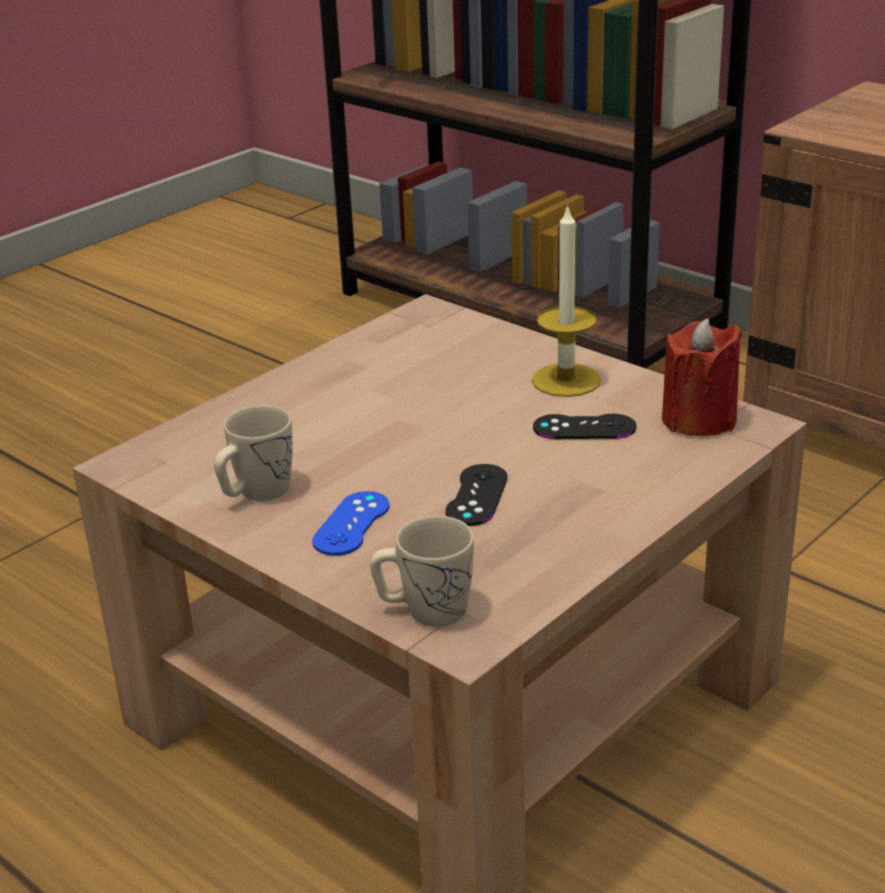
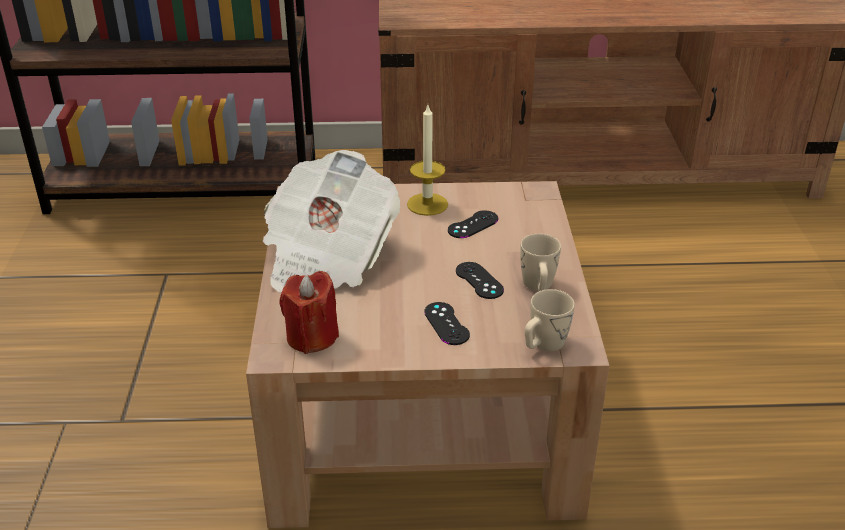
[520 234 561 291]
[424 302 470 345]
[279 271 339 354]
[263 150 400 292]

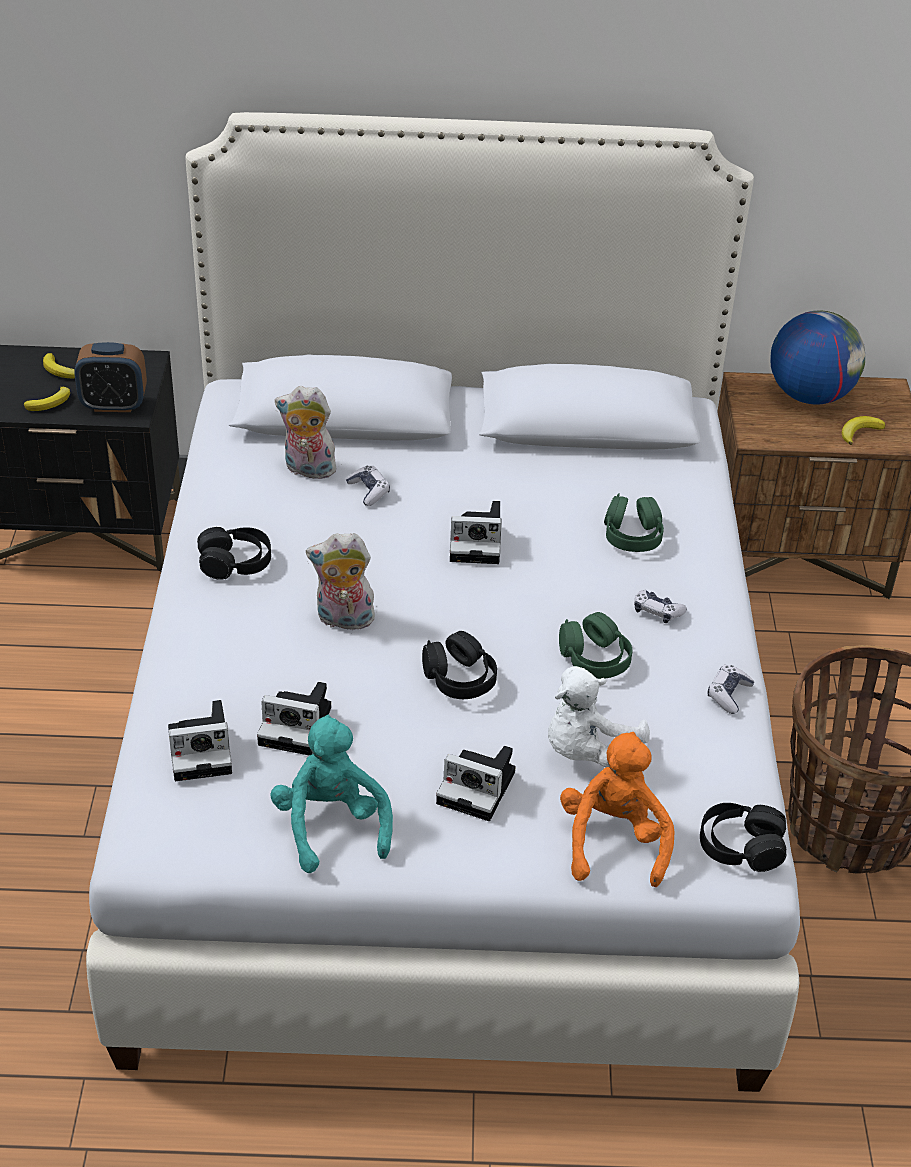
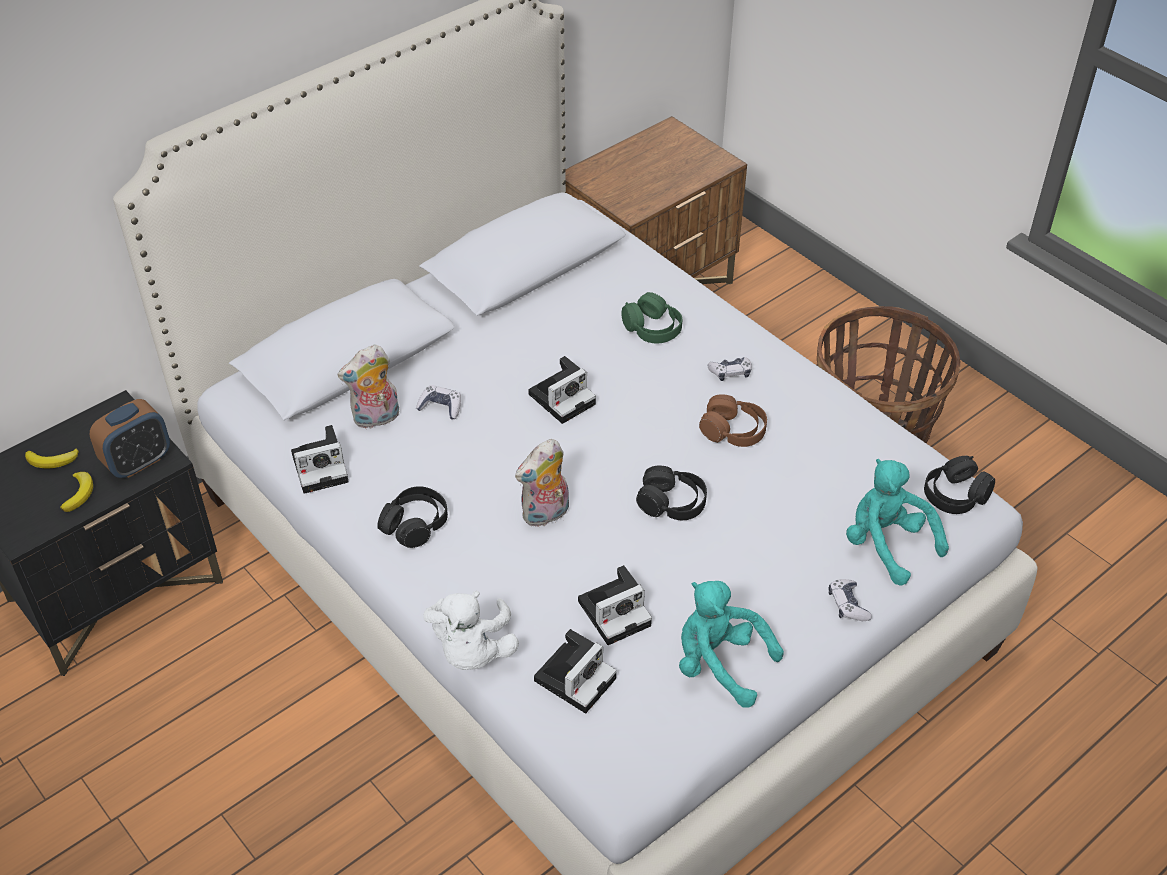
[291 425 349 494]
[424 591 519 670]
[699 394 767 447]
[846 459 949 586]
[828 579 872 621]
[771 310 865 405] (first image)
[842 416 885 445] (first image)

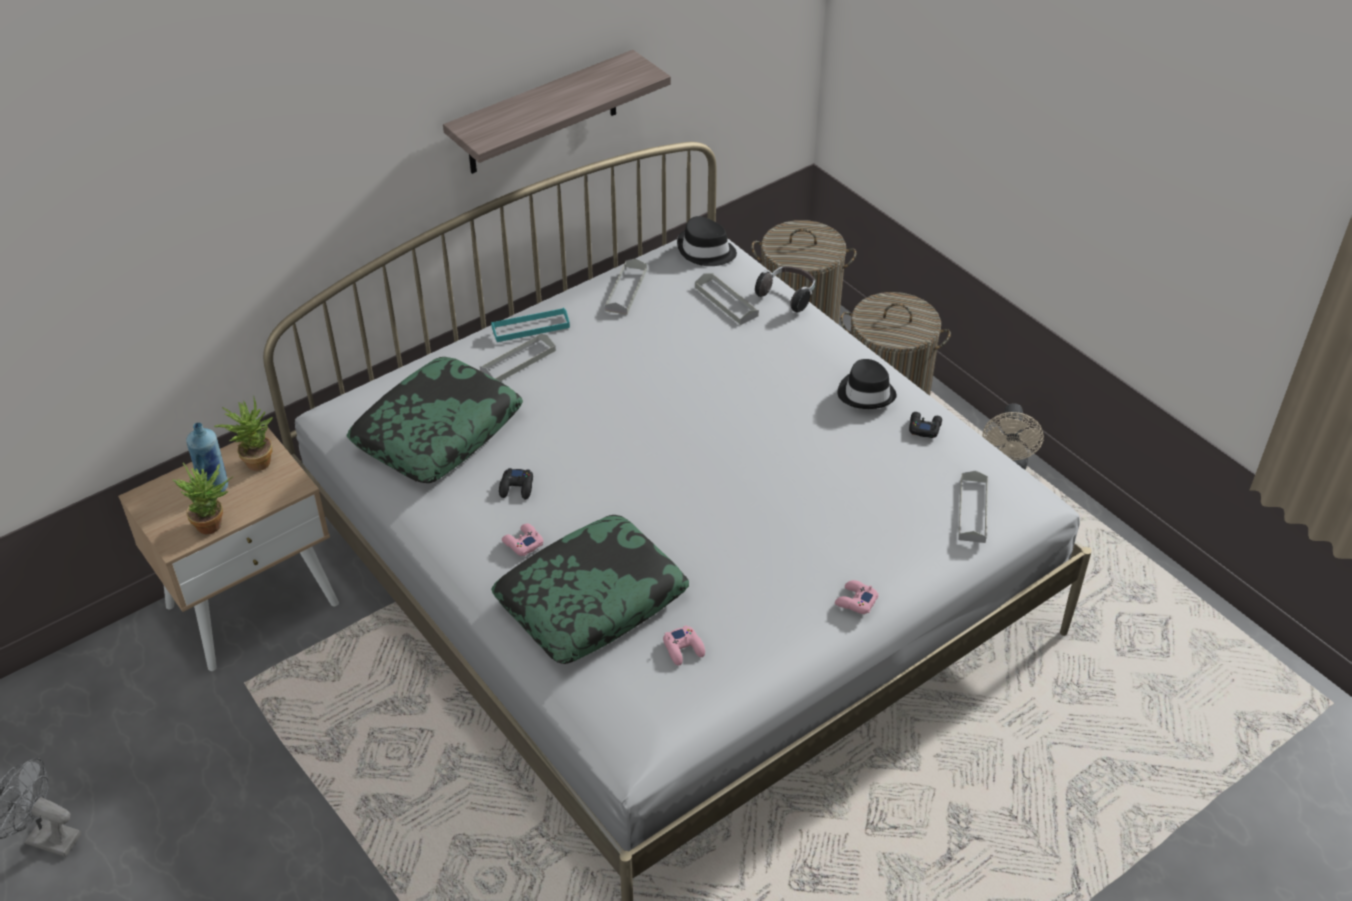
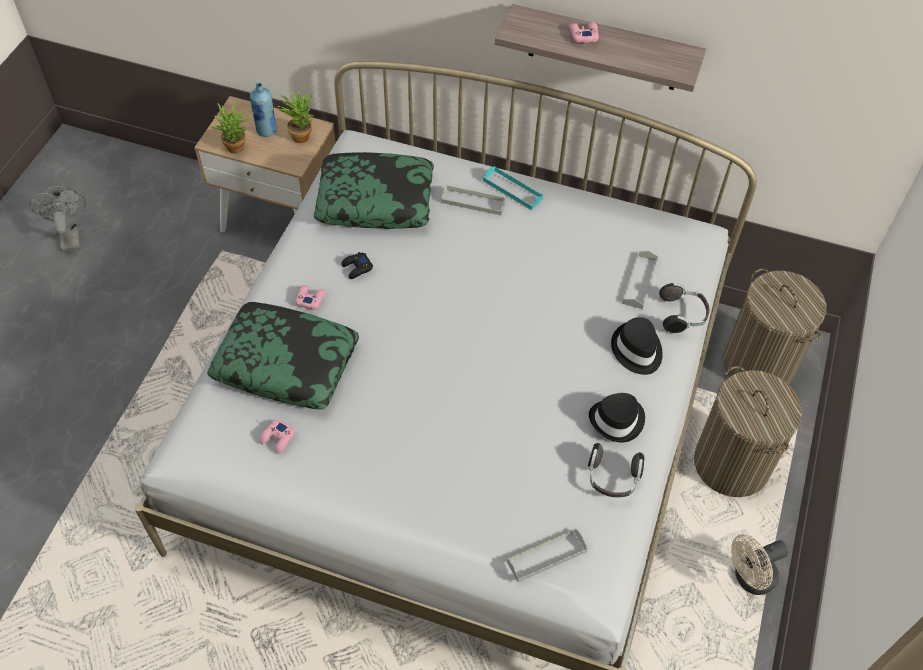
[605 258 647 315] (first image)
[611 317 663 375]
[570 22 599 43]
[588 443 644 497]

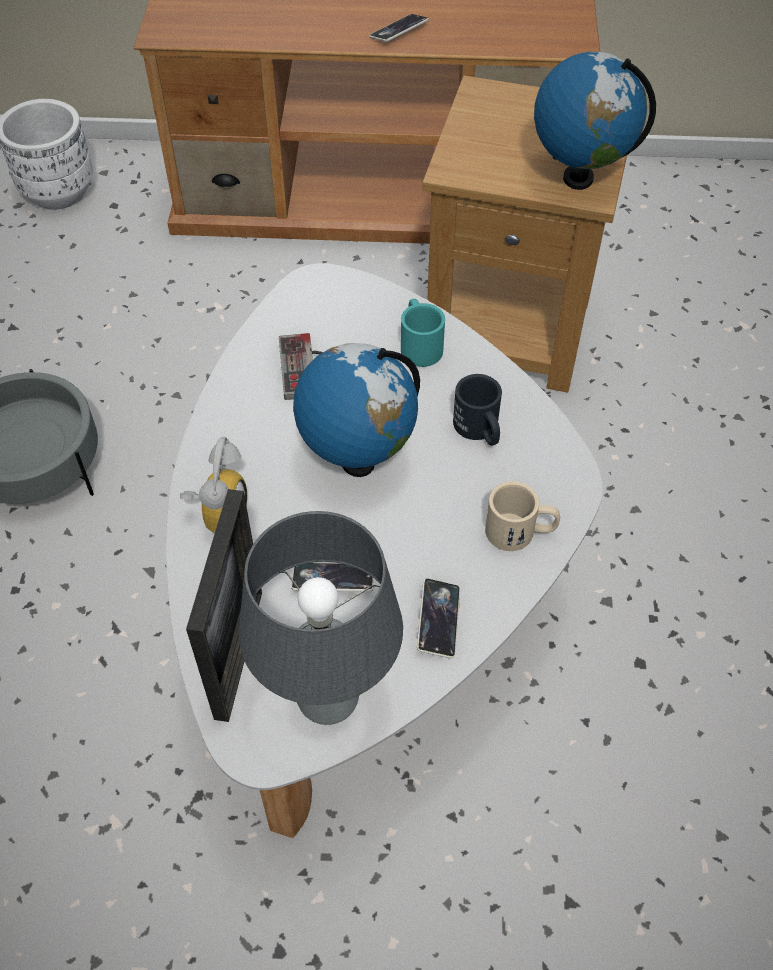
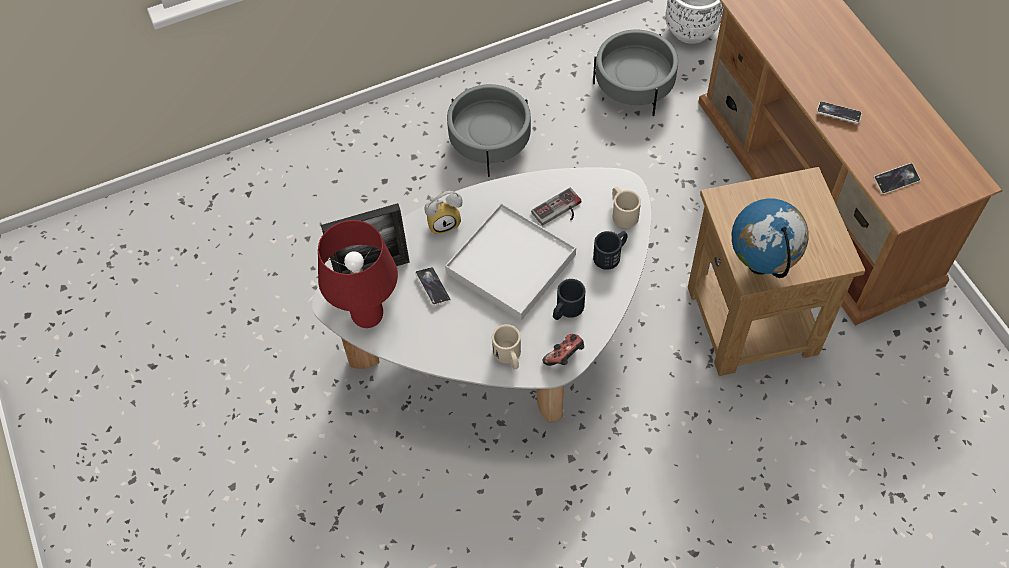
[318 220 398 328]
[445 203 576 321]
[593 231 627 270]
[874 163 920 194]
[542 334 584 366]
[593 30 678 116]
[612 187 641 228]

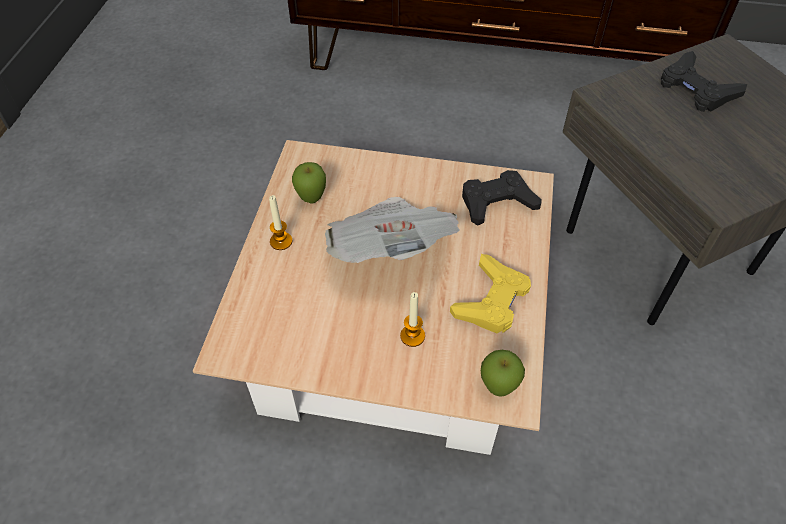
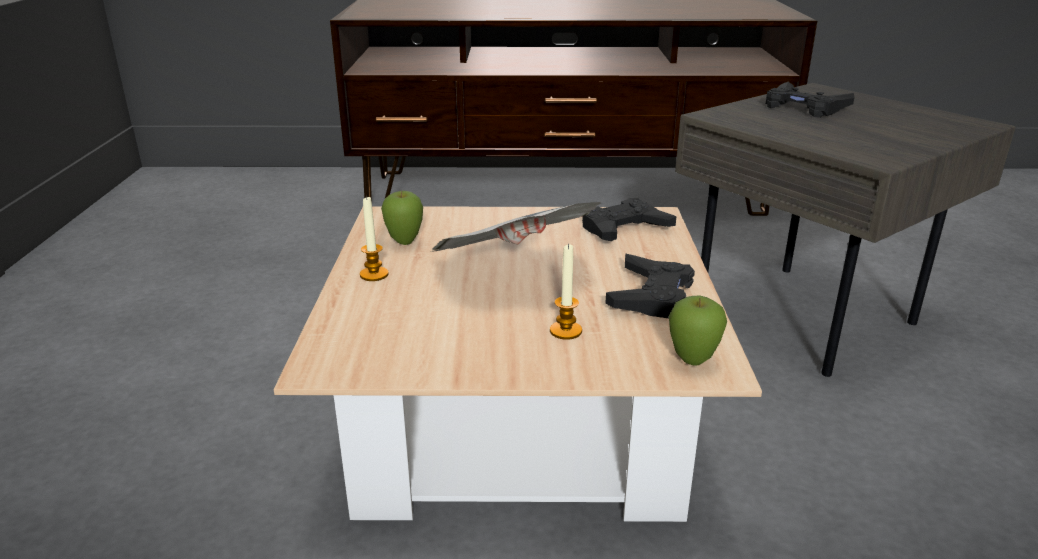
[605 253 695 318]

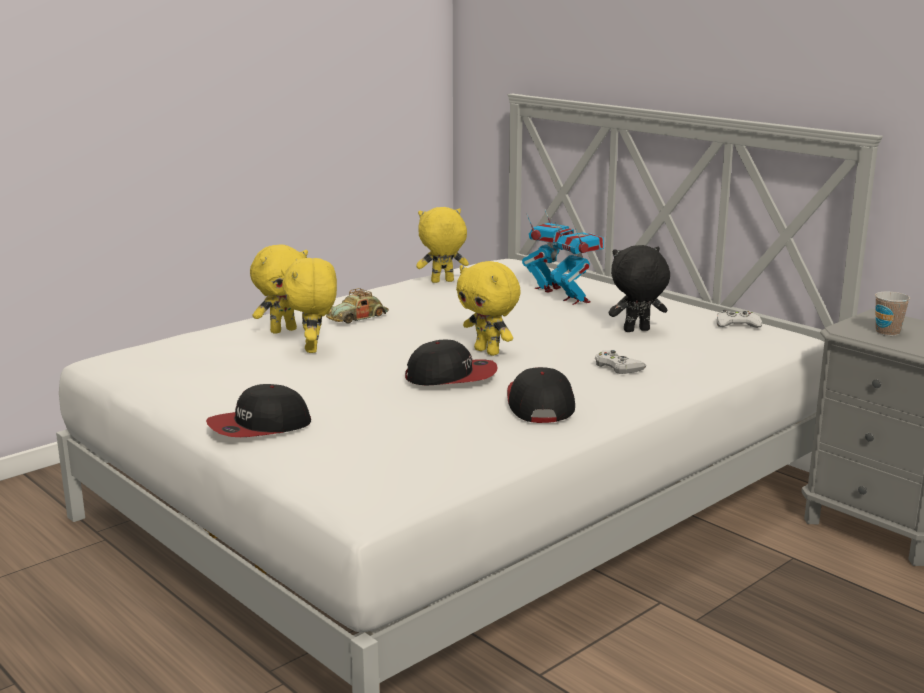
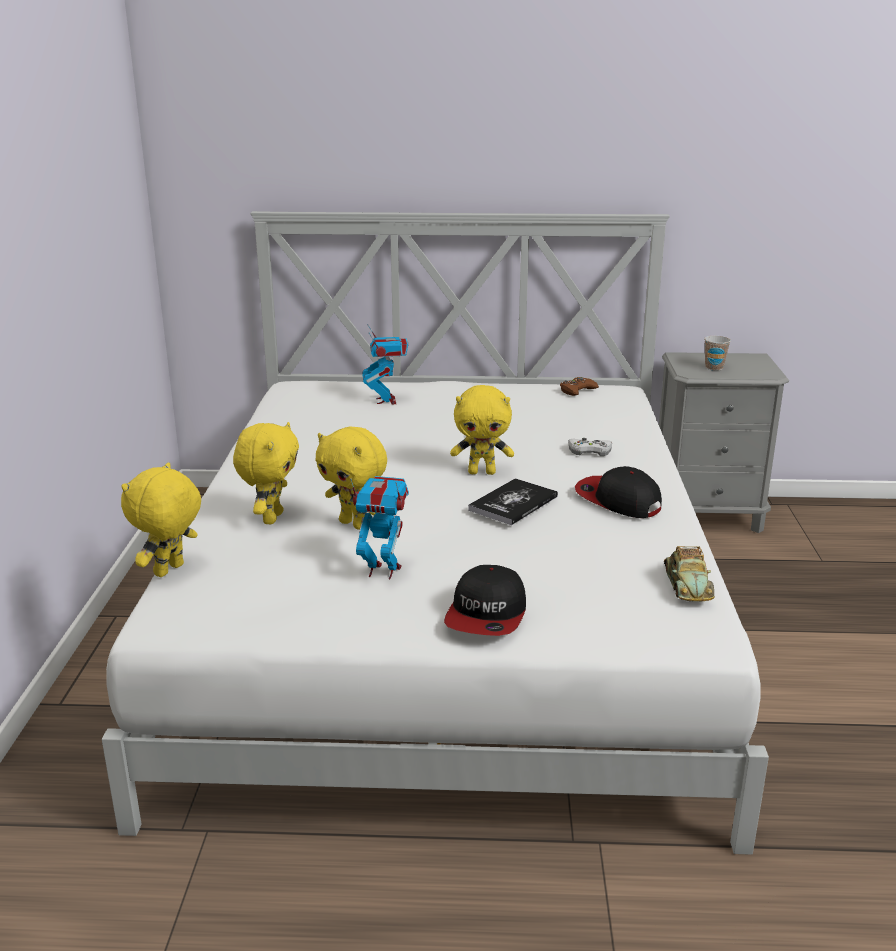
[664 546 715 601]
[468 478 558 525]
[121 462 201 577]
[350 476 409 579]
[609 245 670 332] (first image)
[560 377 599 396]

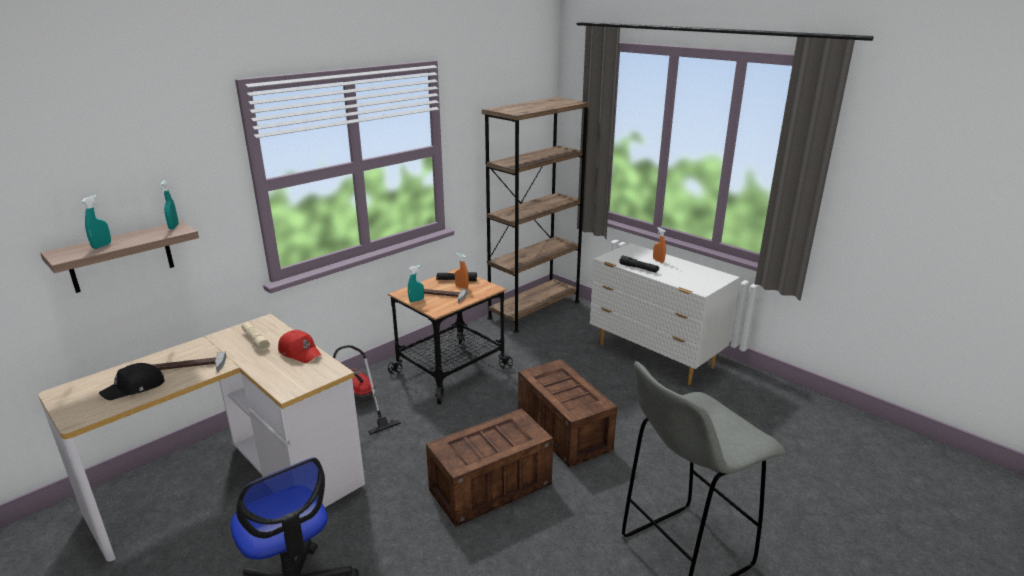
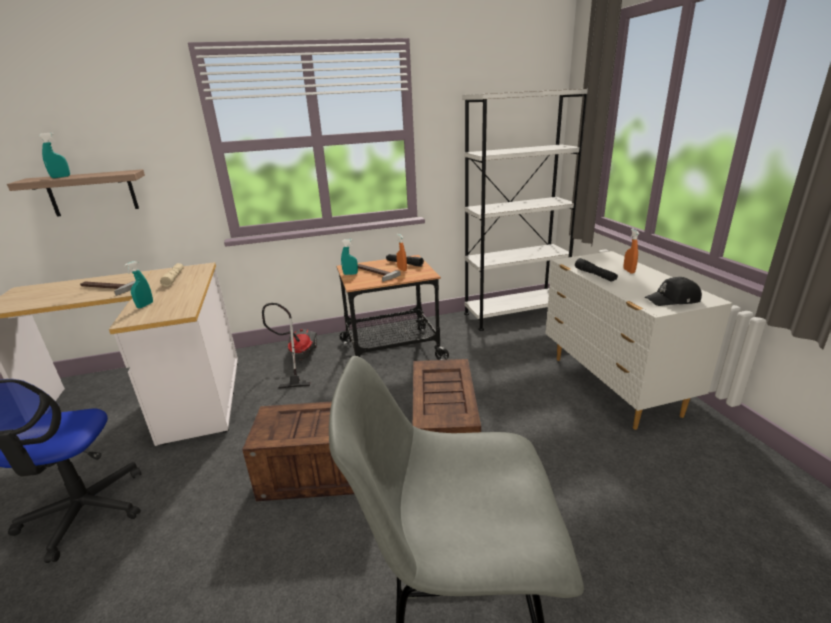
[645 277 702 306]
[124 261 153 308]
[278 330 321 363] (first image)
[462 89 588 331]

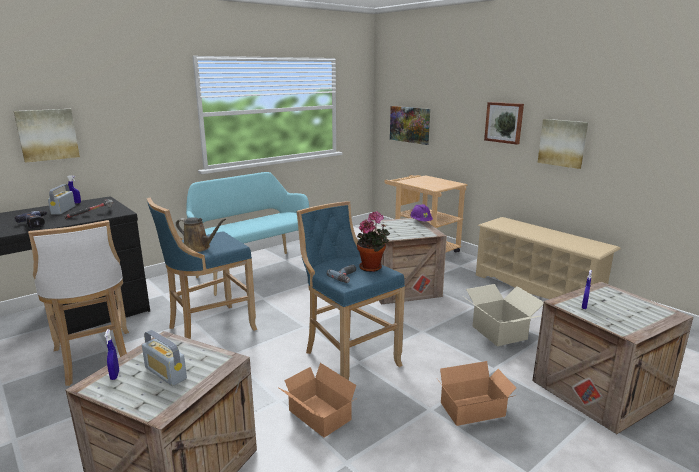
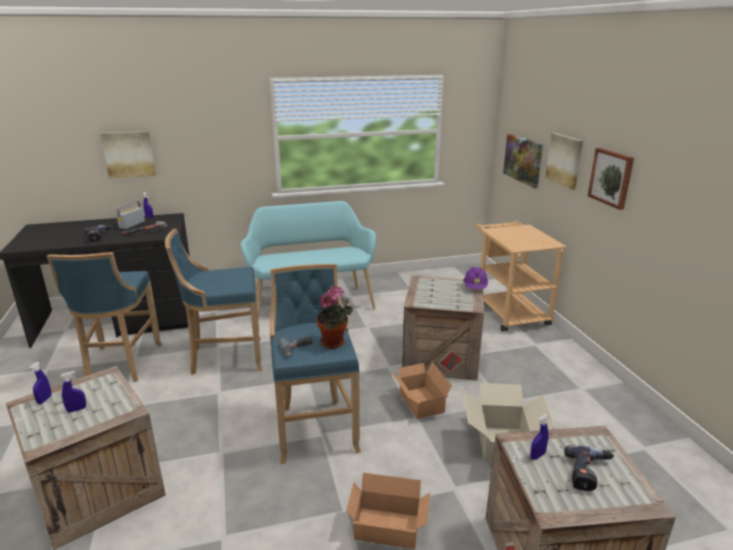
[47 252 163 382]
[61 371 86 412]
[176 218 226 252] (first image)
[391 362 452 419]
[476 217 621 299] (first image)
[545 133 583 190]
[564 445 614 491]

